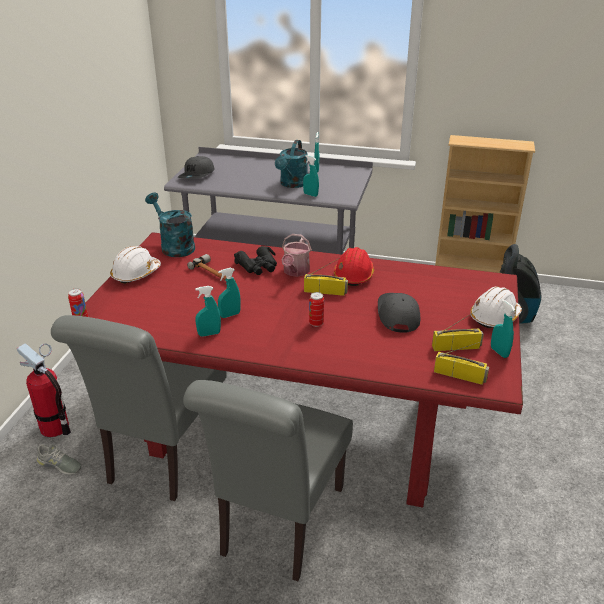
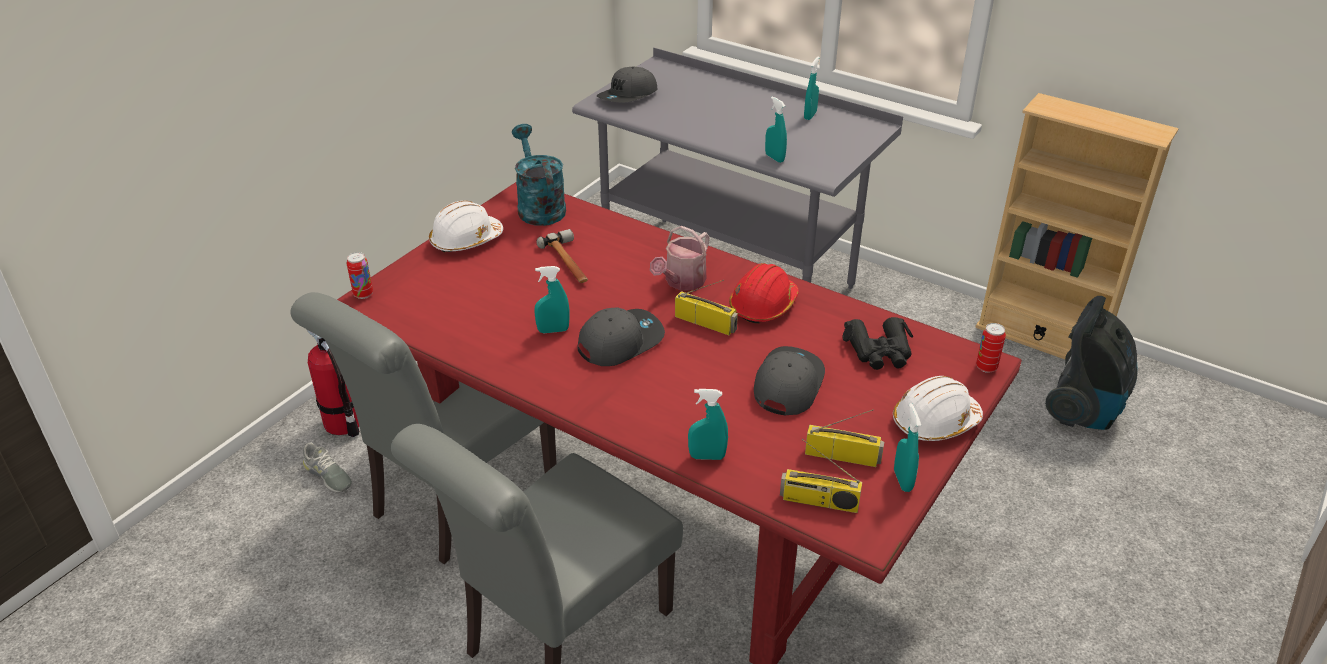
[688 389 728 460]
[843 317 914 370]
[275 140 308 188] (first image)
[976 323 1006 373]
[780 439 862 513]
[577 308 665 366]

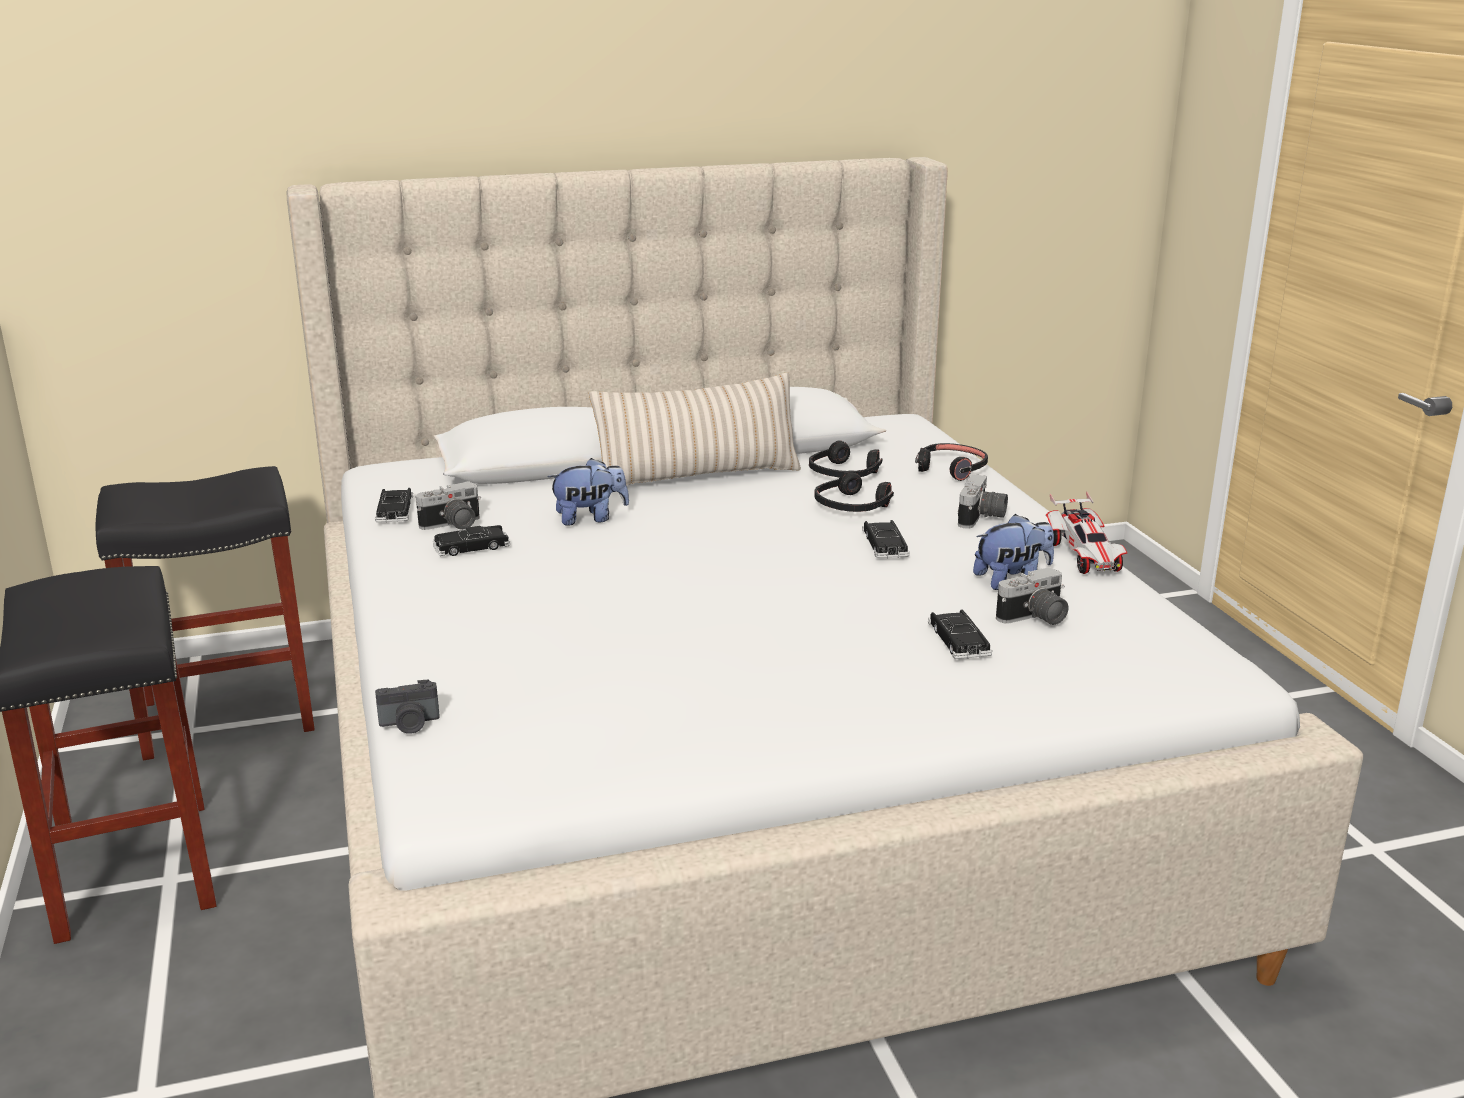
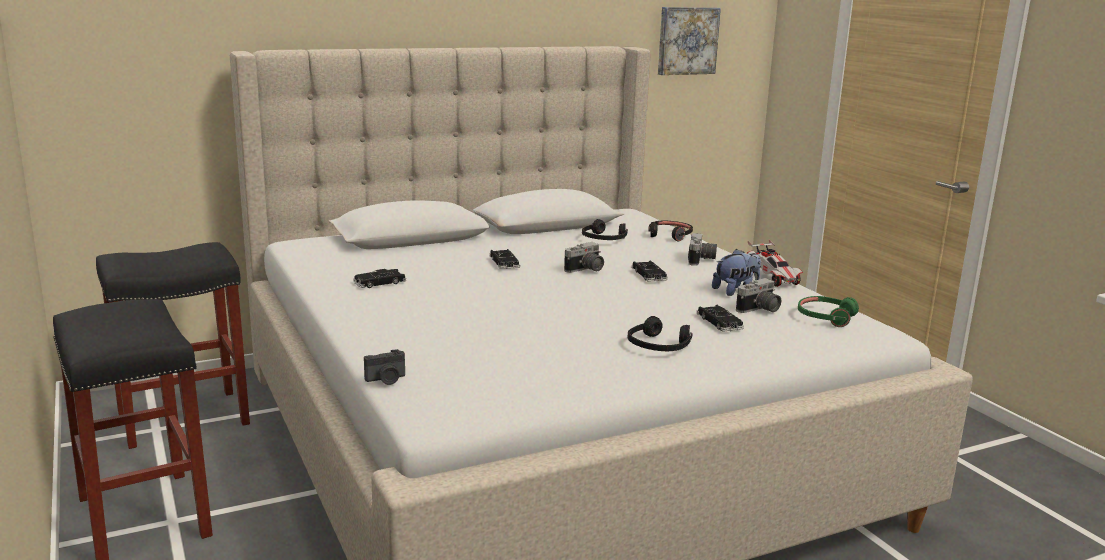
[489 249 520 269]
[564 242 604 273]
[547 458 629 526] (first image)
[589 372 801 486] (first image)
[628 316 693 351]
[658 7 721 75]
[798 296 859 327]

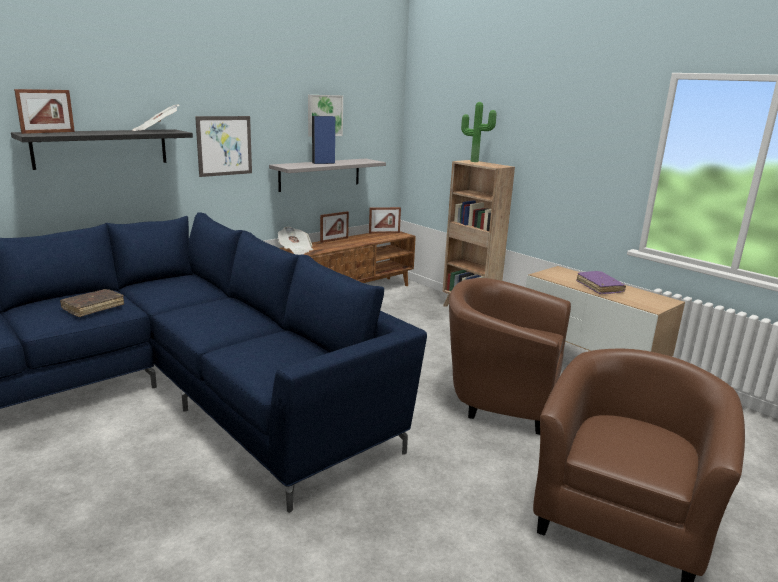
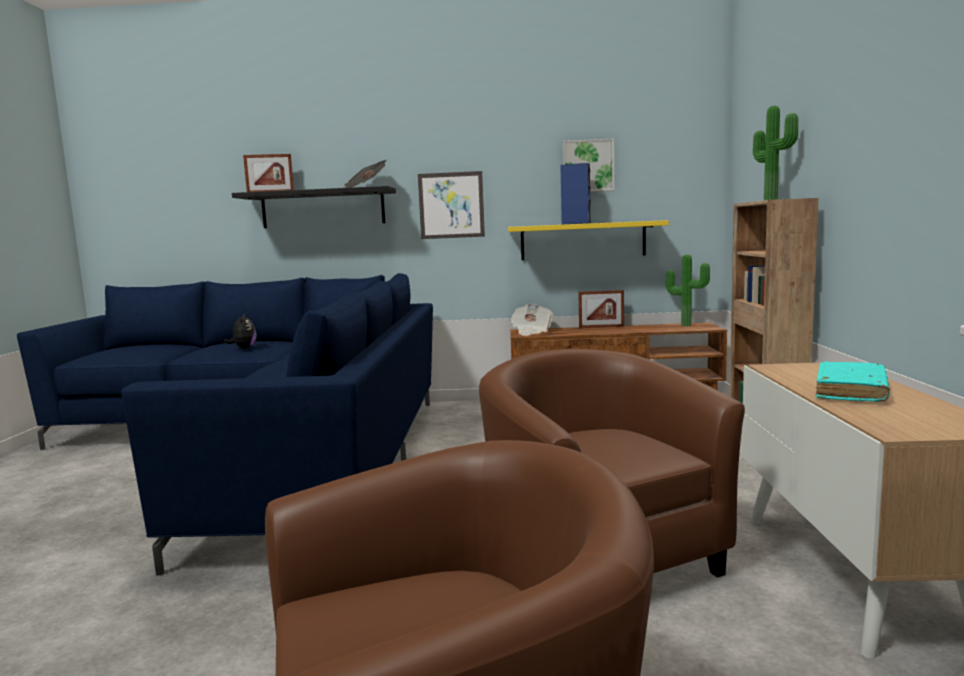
[224 314 256 348]
[508 220 669 260]
[666 254 710 326]
[816 361 890 402]

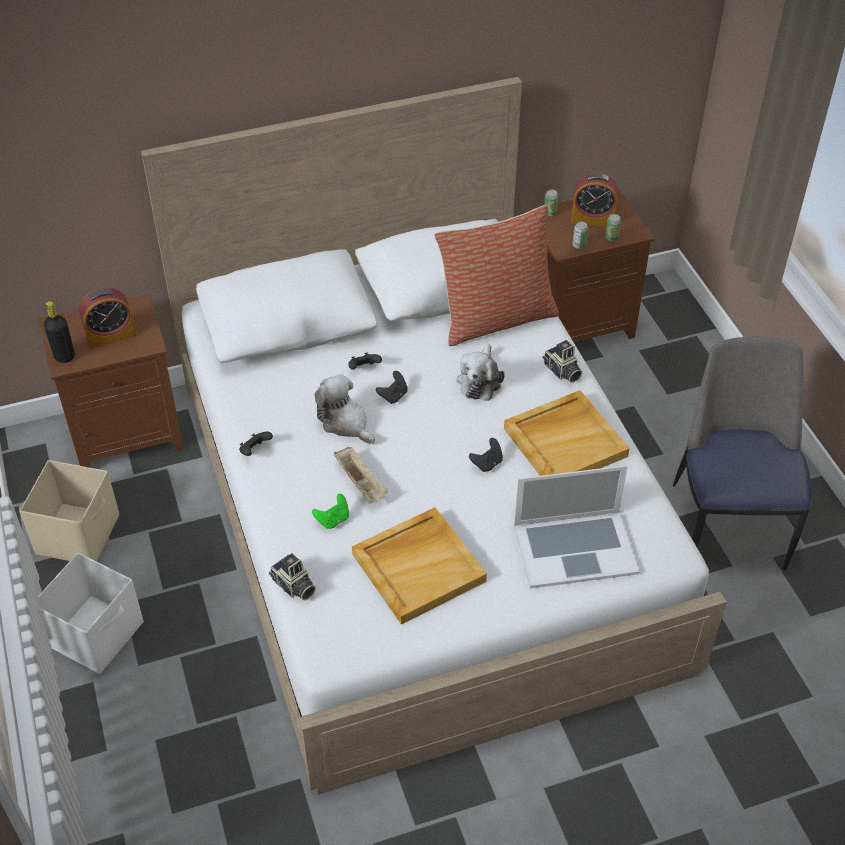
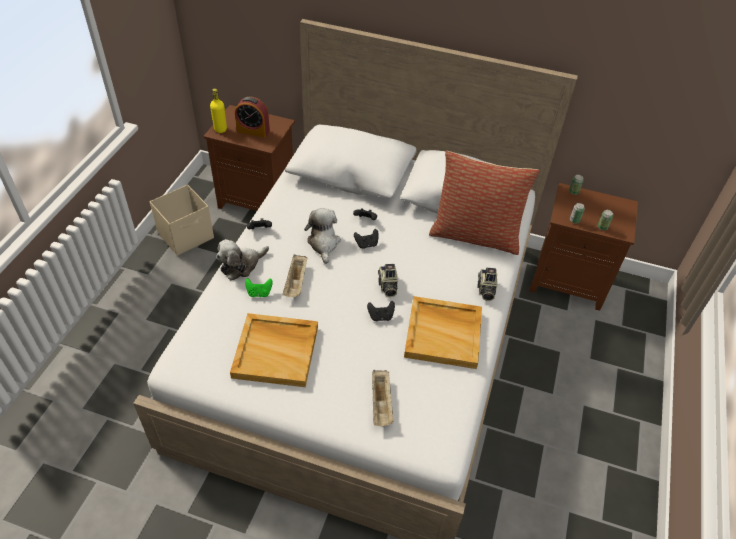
[38 553 144 674] (first image)
[210 89 227 133]
[378 264 398 297]
[216 239 269 280]
[372 370 394 426]
[571 172 618 226] (first image)
[673 337 812 570] (first image)

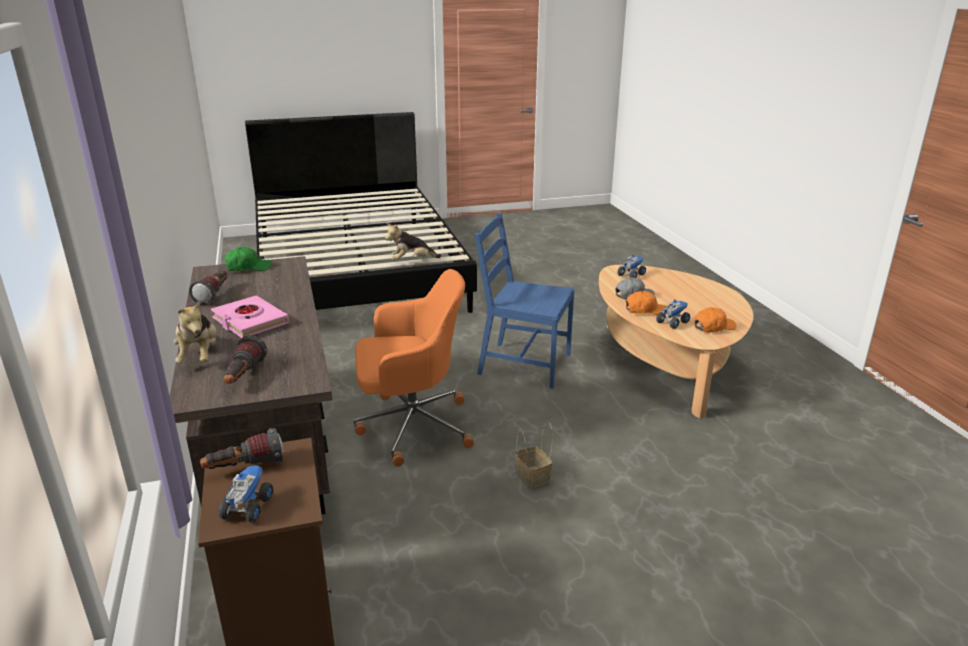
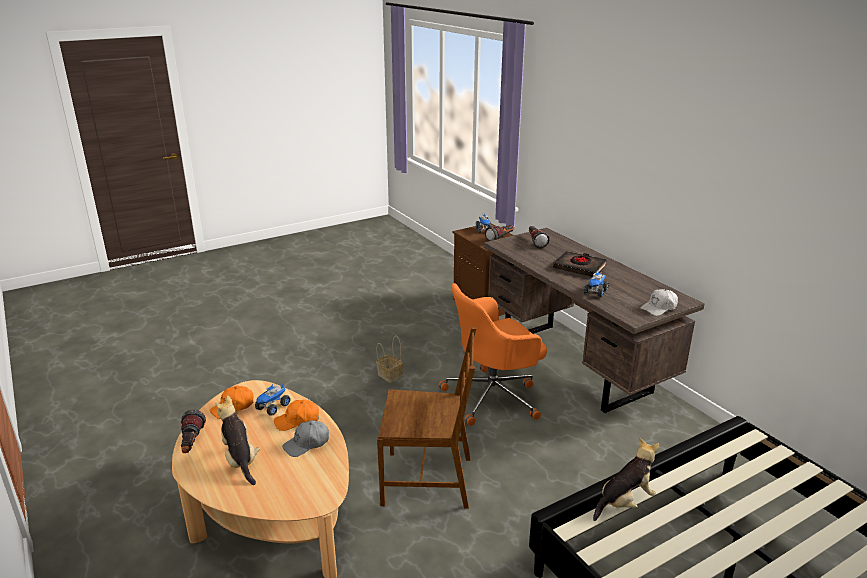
[216 395 260 485]
[181 410 206 453]
[553 251 607 277]
[640 289 678 316]
[377 327 476 509]
[583 271 609 297]

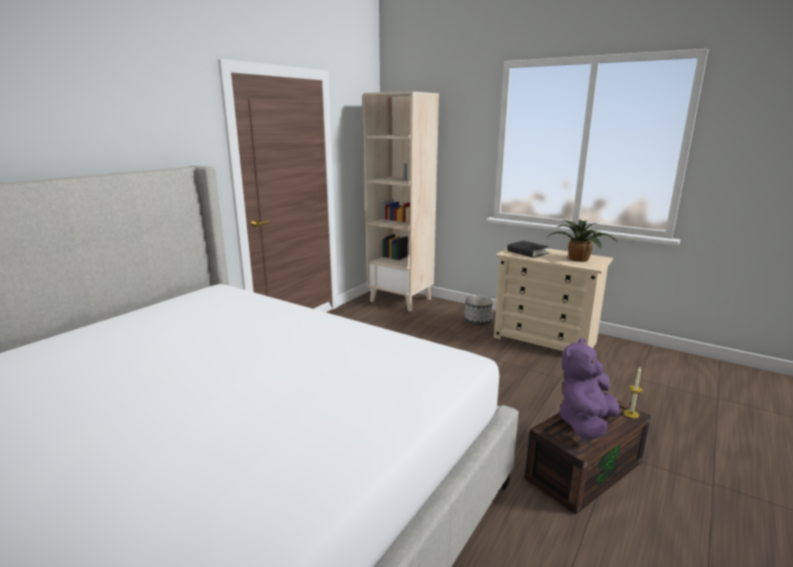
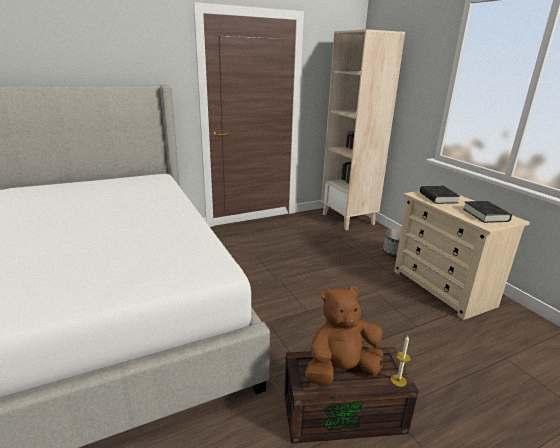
[463 201 512 223]
[305 286 383 385]

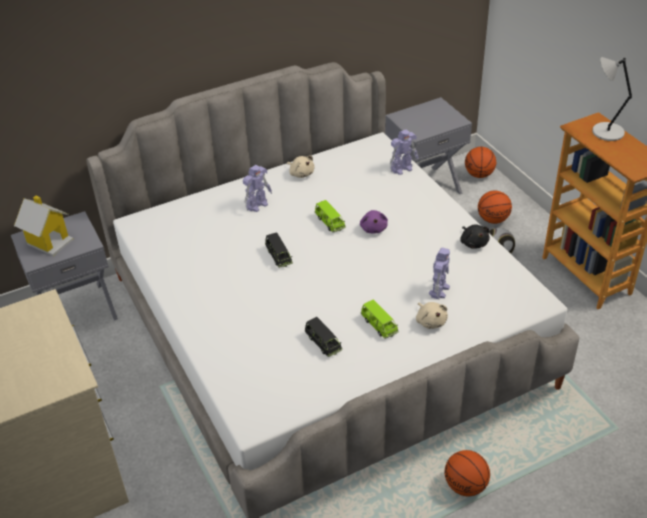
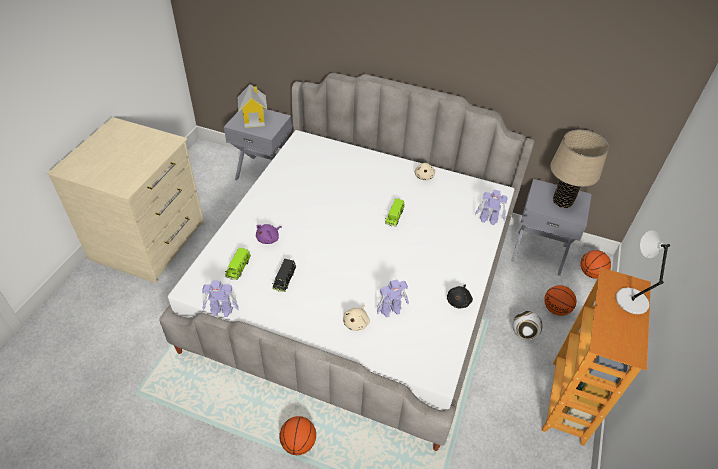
[202 281 239 317]
[265 233 293 268] (first image)
[256 224 282 244]
[225 248 251 280]
[550 130 609 208]

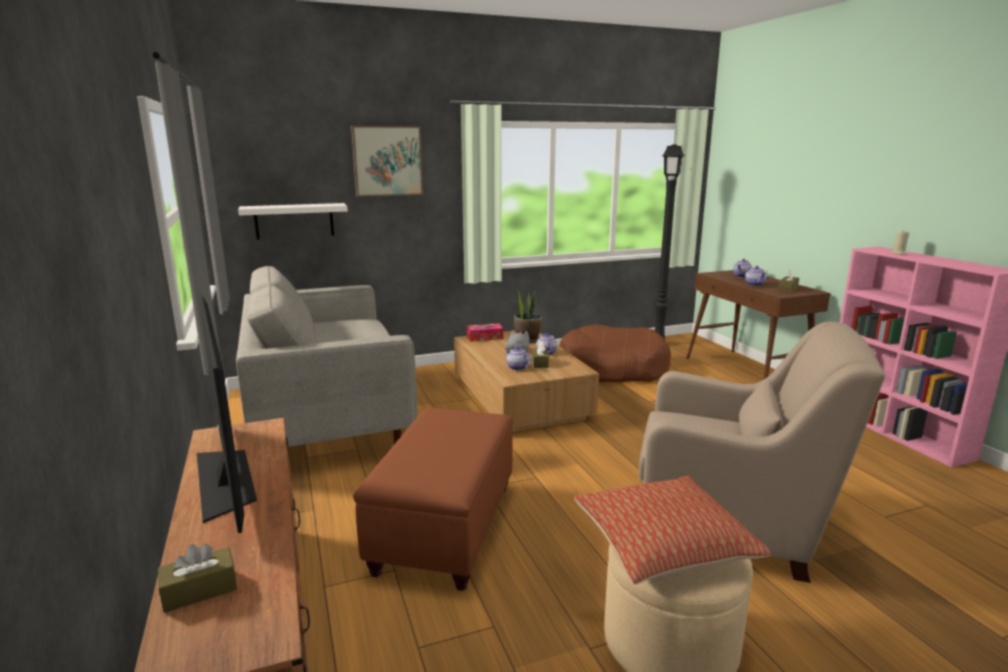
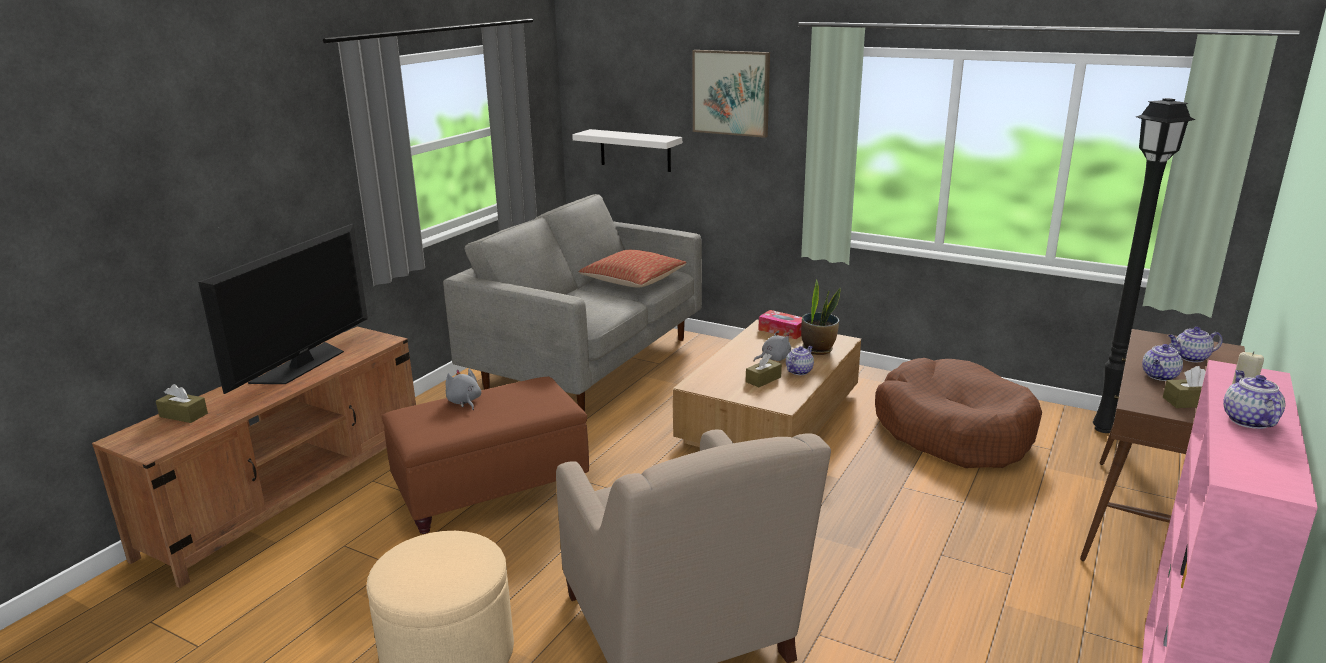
[1223 370 1285 429]
[579 250 687 287]
[446 369 481 410]

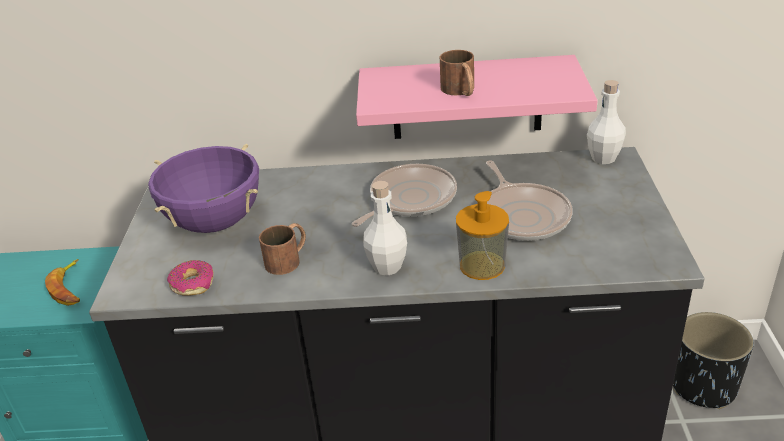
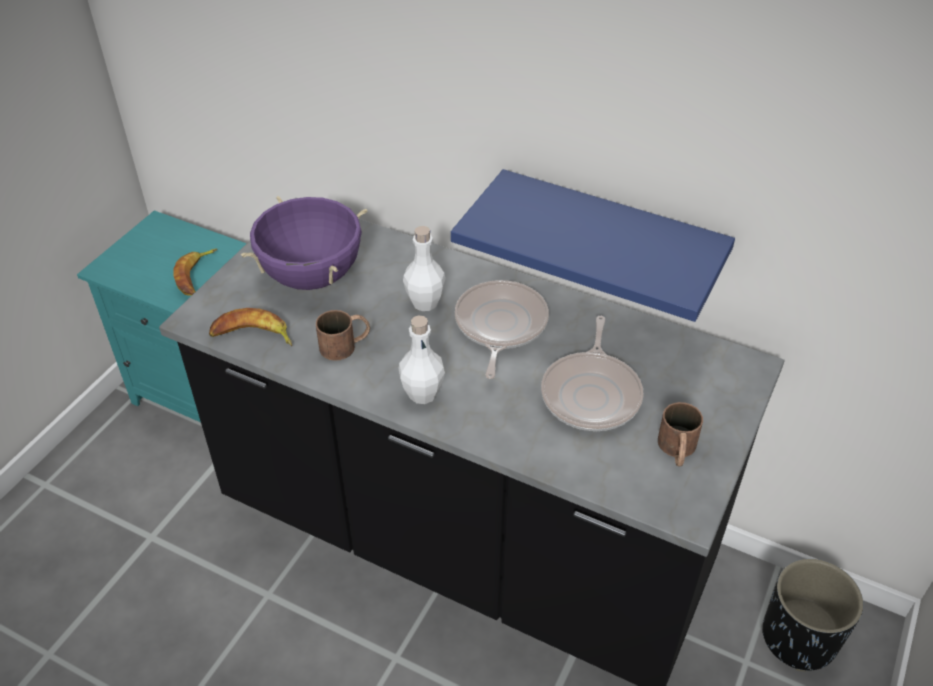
[209 308 292 346]
[455 280 549 379]
[451 169 735 322]
[658 402 703 466]
[456 191 509 280] (first image)
[403 226 446 311]

